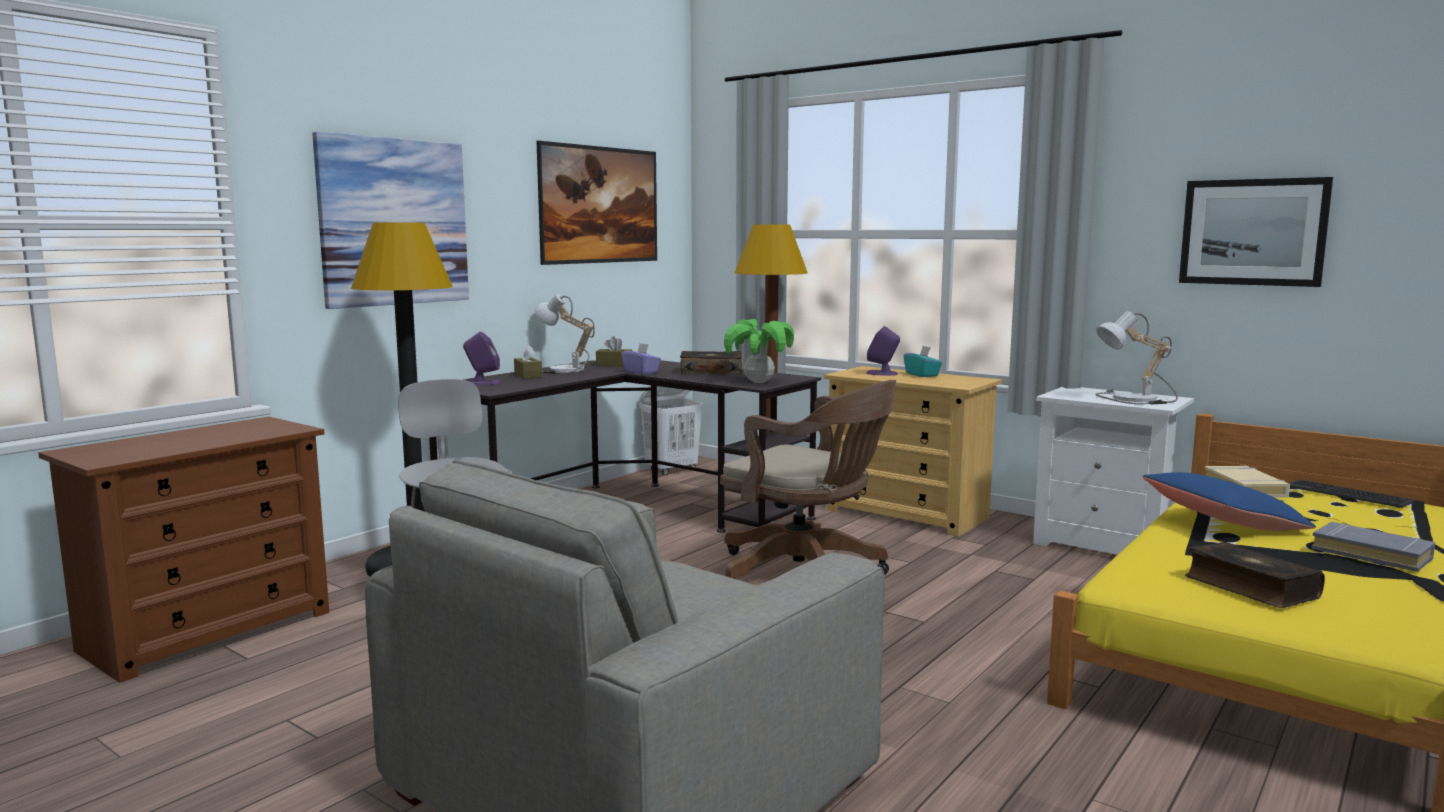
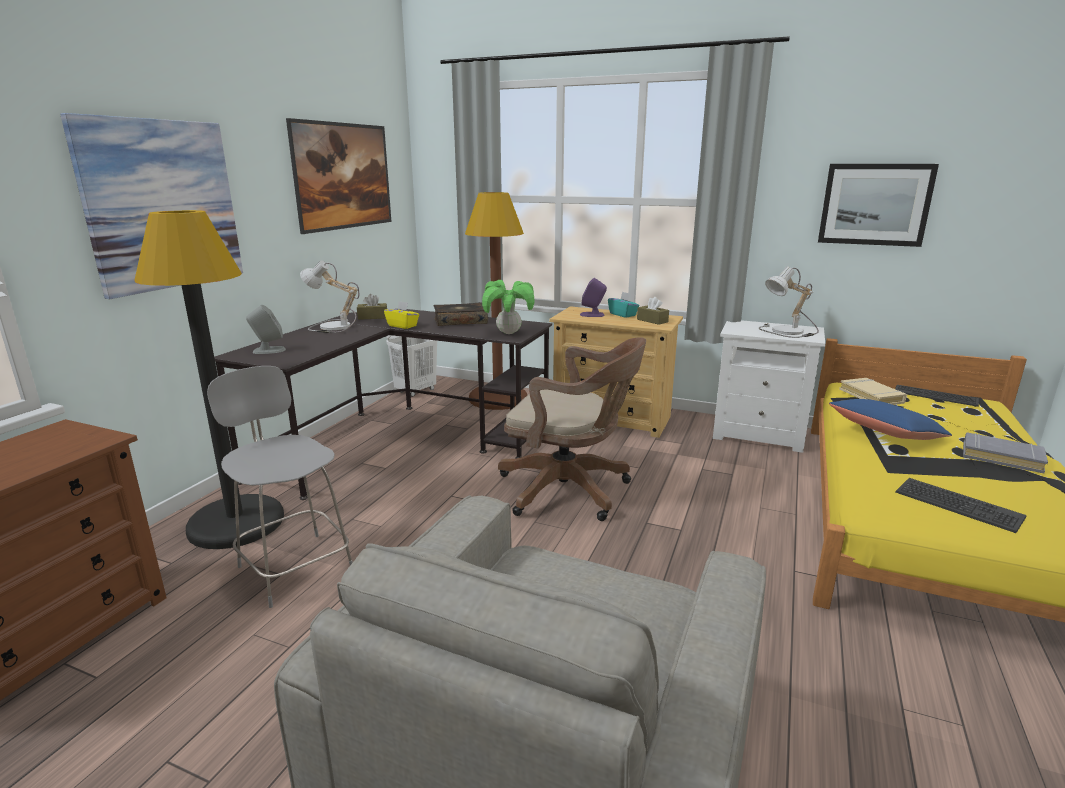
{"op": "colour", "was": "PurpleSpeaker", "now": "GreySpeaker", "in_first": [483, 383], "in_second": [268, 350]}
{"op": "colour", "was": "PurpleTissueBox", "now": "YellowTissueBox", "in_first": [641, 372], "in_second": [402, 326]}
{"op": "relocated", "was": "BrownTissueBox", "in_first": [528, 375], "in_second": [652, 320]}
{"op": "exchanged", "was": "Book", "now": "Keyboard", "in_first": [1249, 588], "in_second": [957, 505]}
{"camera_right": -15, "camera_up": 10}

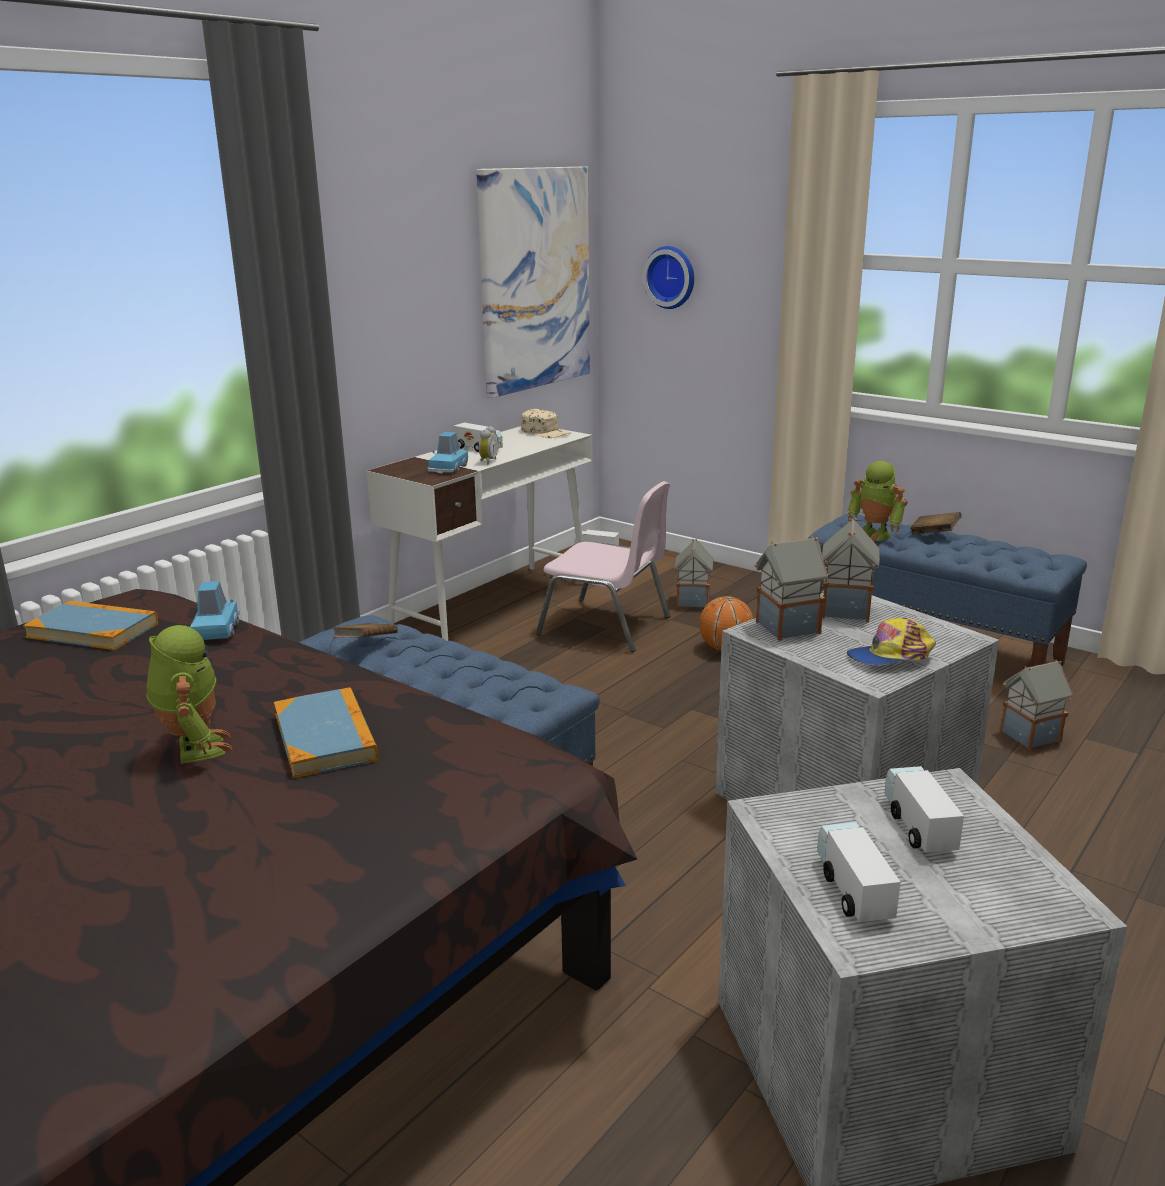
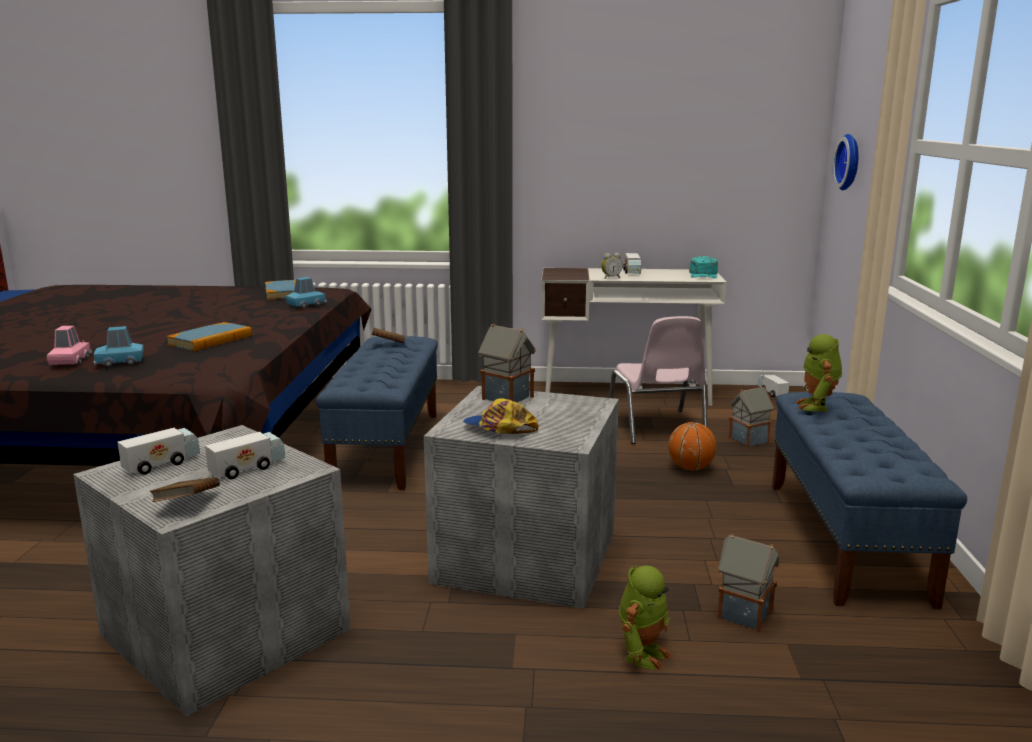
{"op": "missing", "was": "Picture", "in_first": [535, 280]}
{"op": "colour", "was": "BeigeCap", "now": "TurquoiseCap", "in_first": [546, 432], "in_second": [704, 274]}
{"op": "relocated", "was": "BlueToyCar", "in_first": [448, 468], "in_second": [119, 362]}
{"op": "relocated", "was": "BrownBook", "in_first": [934, 534], "in_second": [187, 504]}
{"op": "missing", "was": "ToyHouse", "in_first": [845, 610]}
{"op": "relocated", "was": "ToyRobot", "in_first": [194, 748], "in_second": [642, 653]}
{"op": "appeared", "now": "PinkToyCar", "in_second": [70, 361]}
{"camera_right": 55, "camera_up": -5}

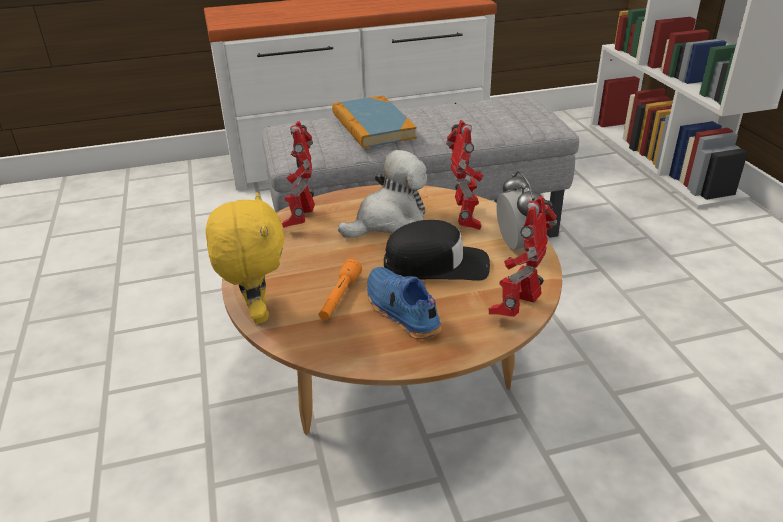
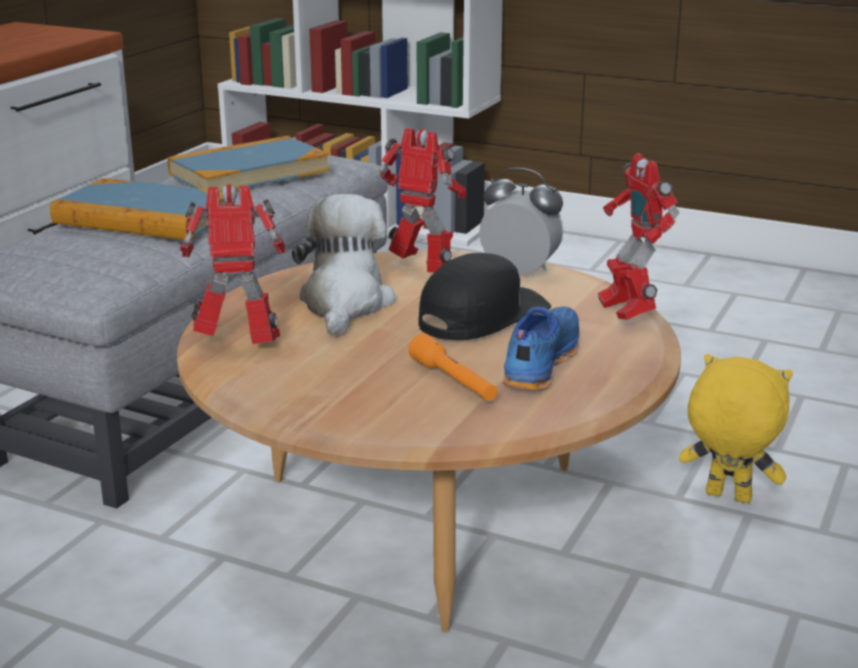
{"op": "spun", "was": "ToyRobot", "in_first": [301, 220], "in_second": [240, 345], "clockwise": 135}
{"op": "relocated", "was": "YellowPlushToy", "in_first": [256, 313], "in_second": [727, 497]}
{"op": "spun", "was": "BlueShoe", "in_first": [400, 312], "in_second": [538, 363], "clockwise": 105}
{"op": "appeared", "now": "Book", "in_second": [249, 172]}
{"camera_right": -50, "camera_up": -10}

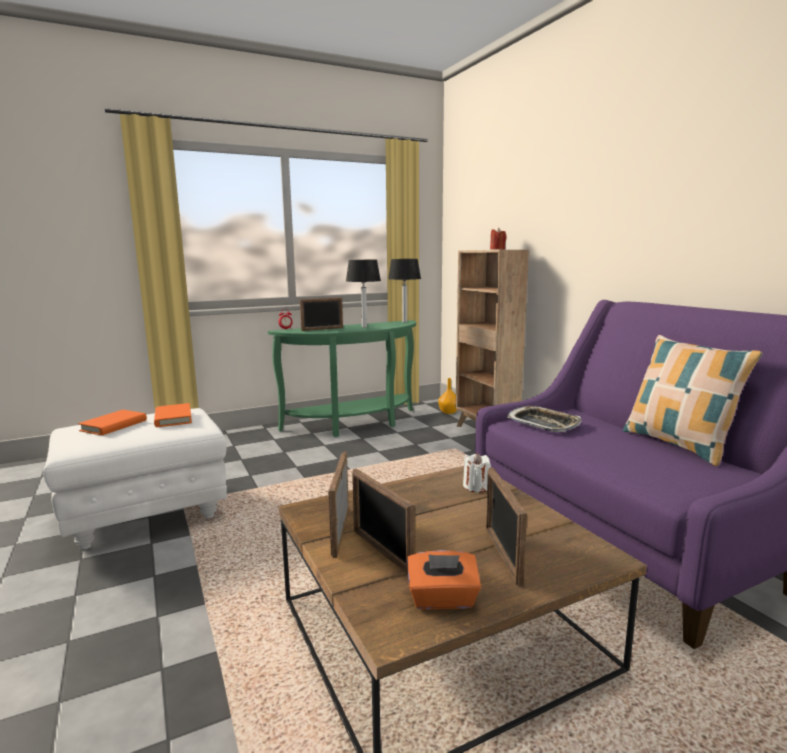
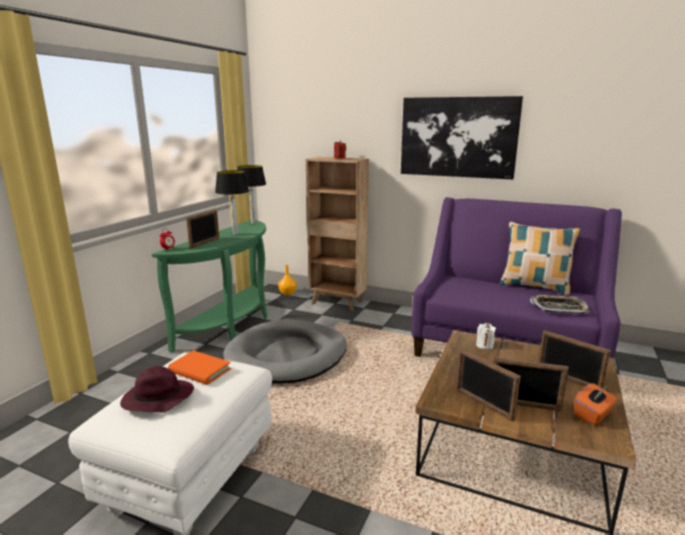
{"op": "relocated", "was": "Tray", "in_first": [543, 424], "in_second": [559, 308]}
{"op": "exchanged", "was": "OrangeBook", "now": "PurpleHat", "in_first": [114, 425], "in_second": [157, 399]}
{"op": "appeared", "now": "Picture", "in_second": [458, 137]}
{"op": "appeared", "now": "GreyDogBed", "in_second": [287, 355]}
{"camera_right": -40, "camera_up": 5}

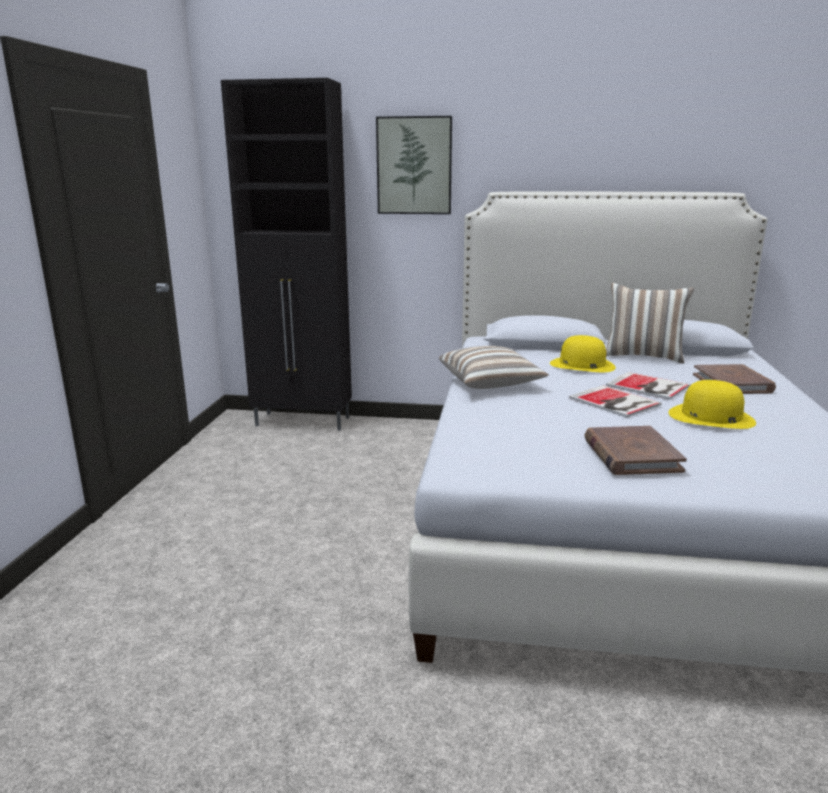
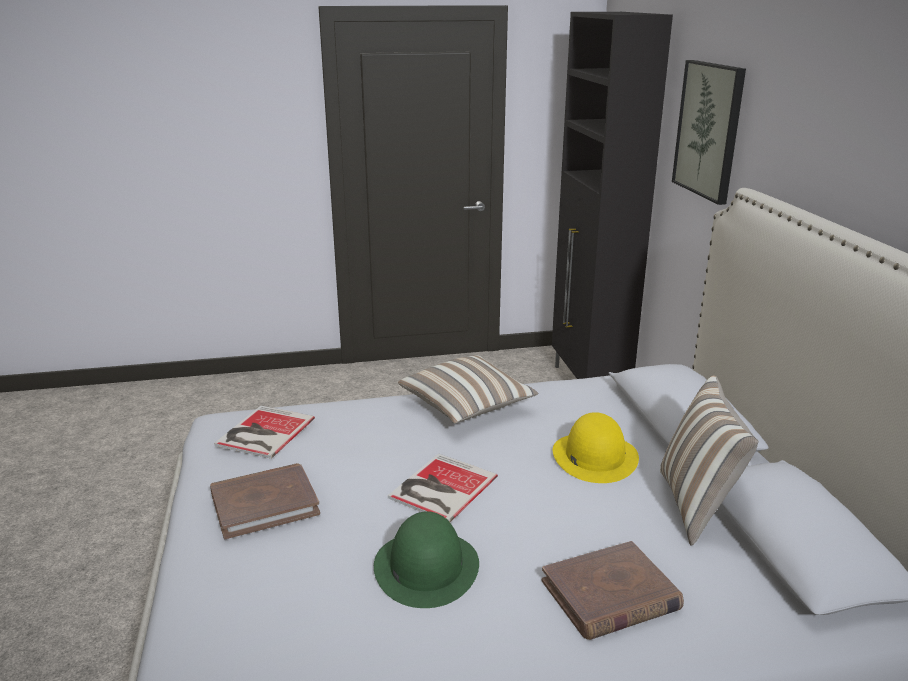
{"op": "relocated", "was": "Book", "in_first": [649, 387], "in_second": [262, 432]}
{"op": "colour", "was": "YellowHat", "now": "GreenHat", "in_first": [710, 417], "in_second": [426, 566]}
{"camera_right": 70, "camera_up": 5}

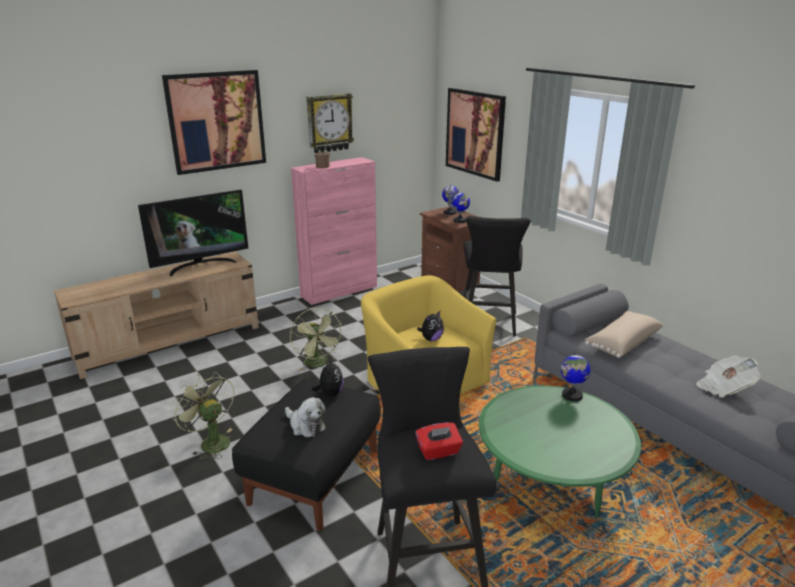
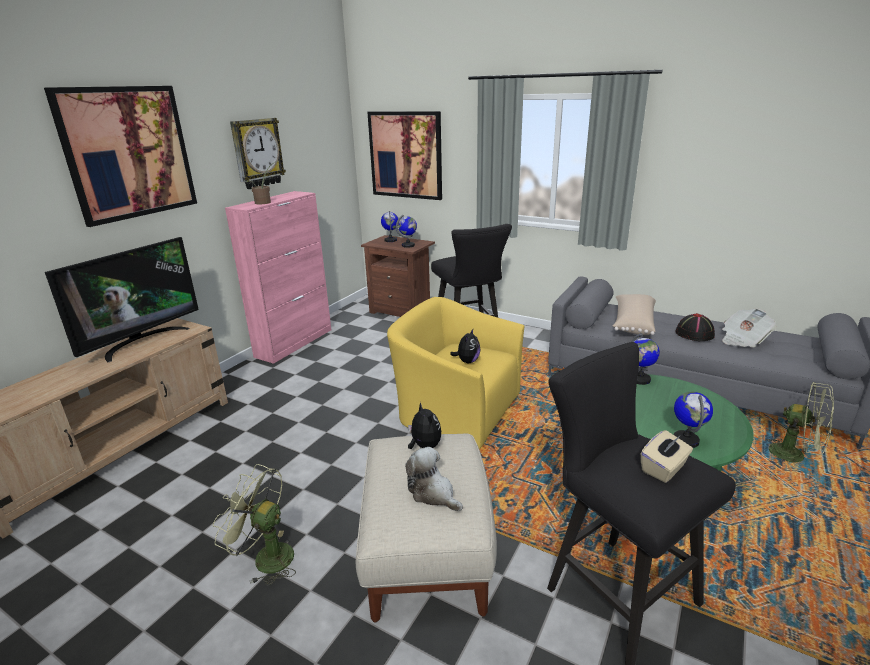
{"op": "relocated", "was": "GreenFan", "in_first": [318, 364], "in_second": [795, 455]}
{"op": "colour", "was": "BlackOttoman", "now": "BeigeOttoman", "in_first": [315, 475], "in_second": [427, 550]}
{"op": "spun", "was": "PlushToy", "in_first": [305, 426], "in_second": [433, 493], "clockwise": -150}
{"op": "colour", "was": "RedTissueBox", "now": "BeigeTissueBox", "in_first": [438, 452], "in_second": [663, 469]}
{"op": "appeared", "now": "BlackHat", "in_second": [694, 334]}
{"op": "appeared", "now": "Globe", "in_second": [686, 440]}
{"camera_right": -25, "camera_up": 0}

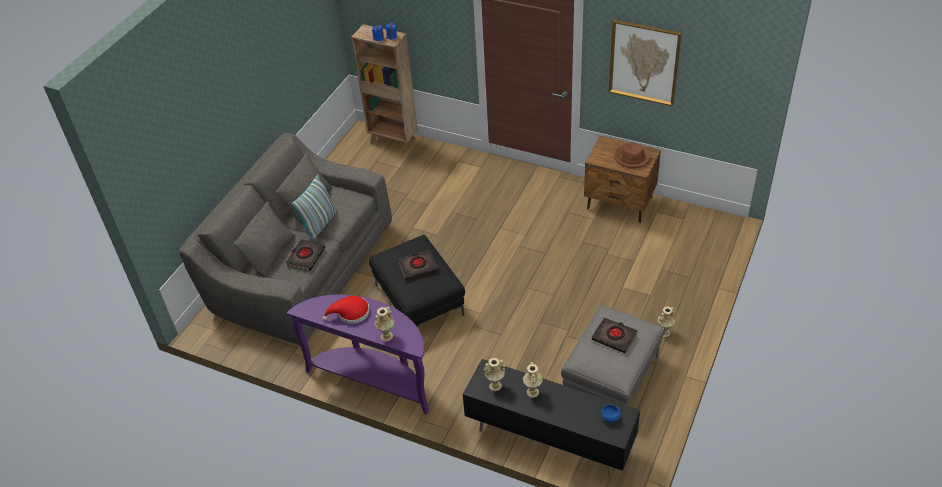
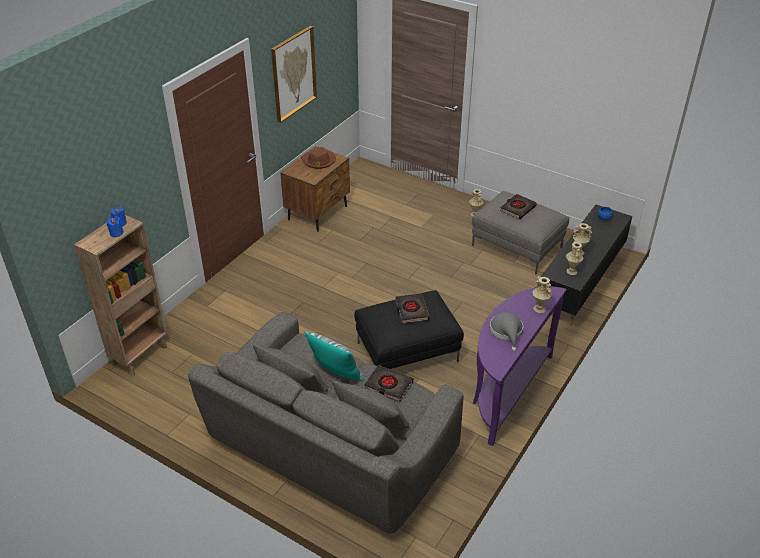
{"op": "colour", "was": "RedHat", "now": "GreyHat", "in_first": [350, 313], "in_second": [507, 332]}
{"camera_right": -85, "camera_up": -5}

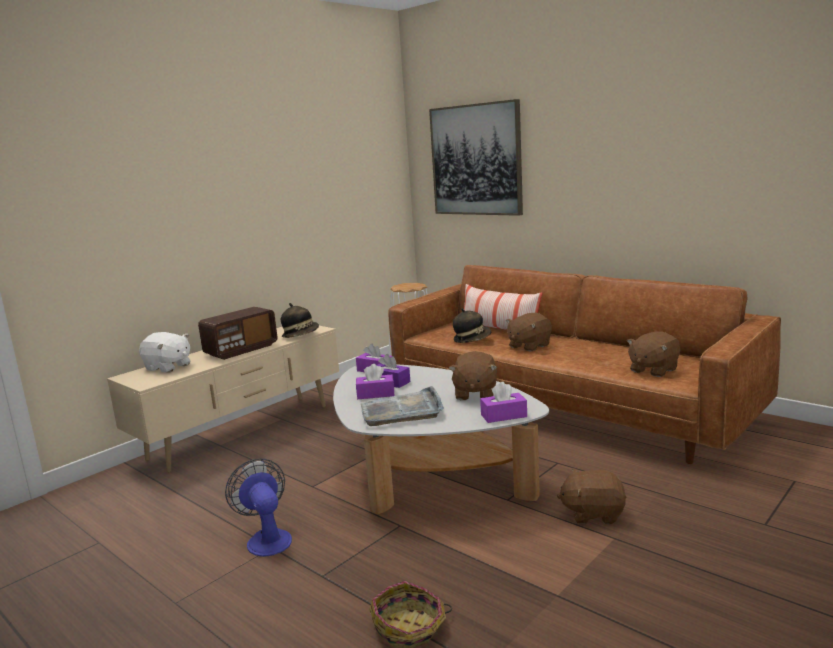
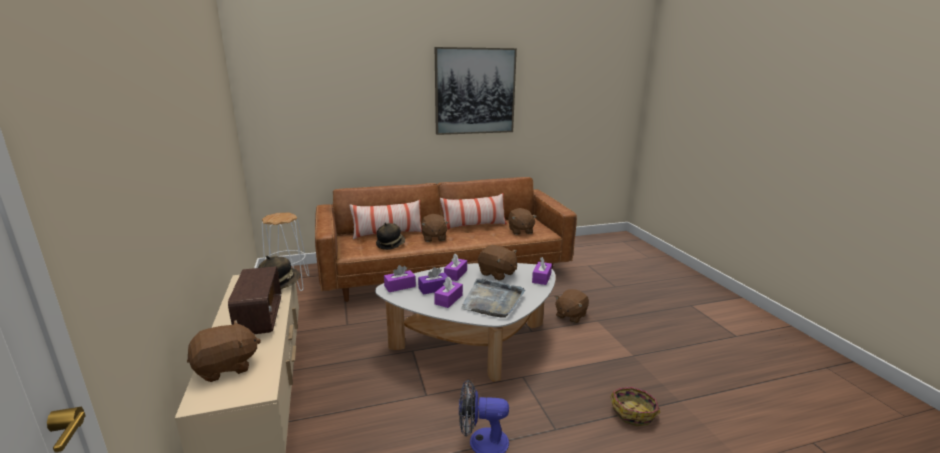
{"op": "relocated", "was": "Picture", "in_first": [476, 160], "in_second": [475, 91]}
{"op": "colour", "was": "WhitePlushToy", "now": "BrownPlushToy", "in_first": [168, 367], "in_second": [226, 367]}
{"op": "appeared", "now": "Pillow", "in_second": [473, 226]}
{"op": "appeared", "now": "PurpleTissueBox", "in_second": [455, 274]}
{"camera_right": -60, "camera_up": 5}

